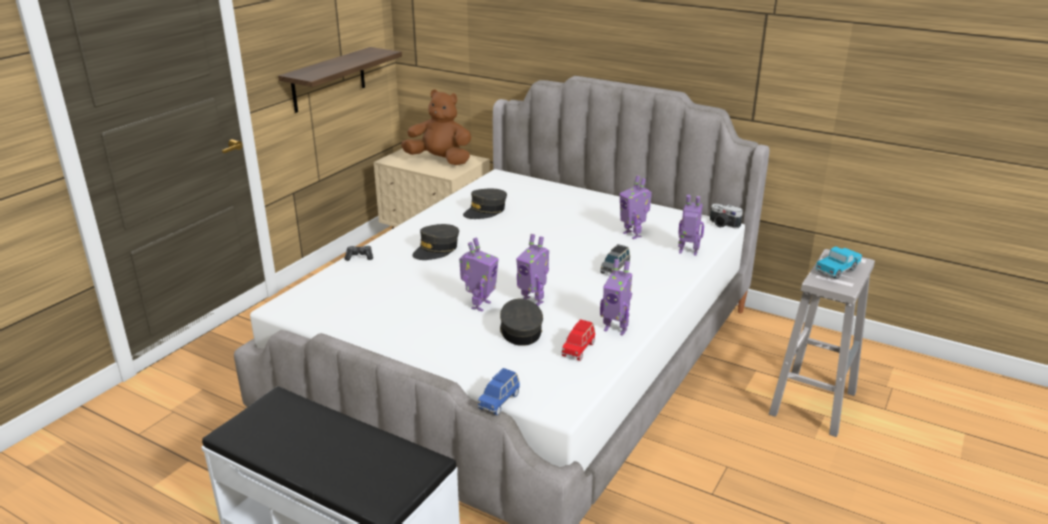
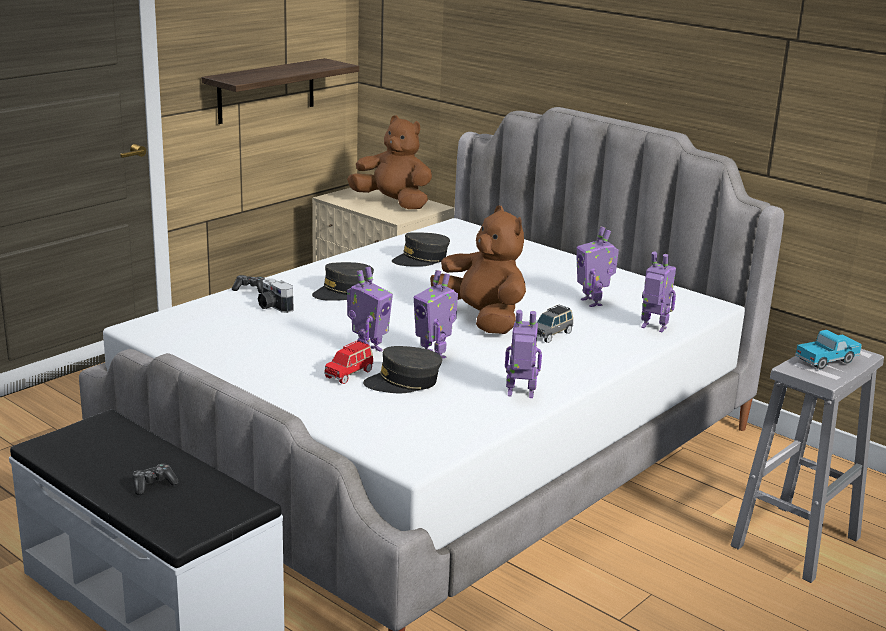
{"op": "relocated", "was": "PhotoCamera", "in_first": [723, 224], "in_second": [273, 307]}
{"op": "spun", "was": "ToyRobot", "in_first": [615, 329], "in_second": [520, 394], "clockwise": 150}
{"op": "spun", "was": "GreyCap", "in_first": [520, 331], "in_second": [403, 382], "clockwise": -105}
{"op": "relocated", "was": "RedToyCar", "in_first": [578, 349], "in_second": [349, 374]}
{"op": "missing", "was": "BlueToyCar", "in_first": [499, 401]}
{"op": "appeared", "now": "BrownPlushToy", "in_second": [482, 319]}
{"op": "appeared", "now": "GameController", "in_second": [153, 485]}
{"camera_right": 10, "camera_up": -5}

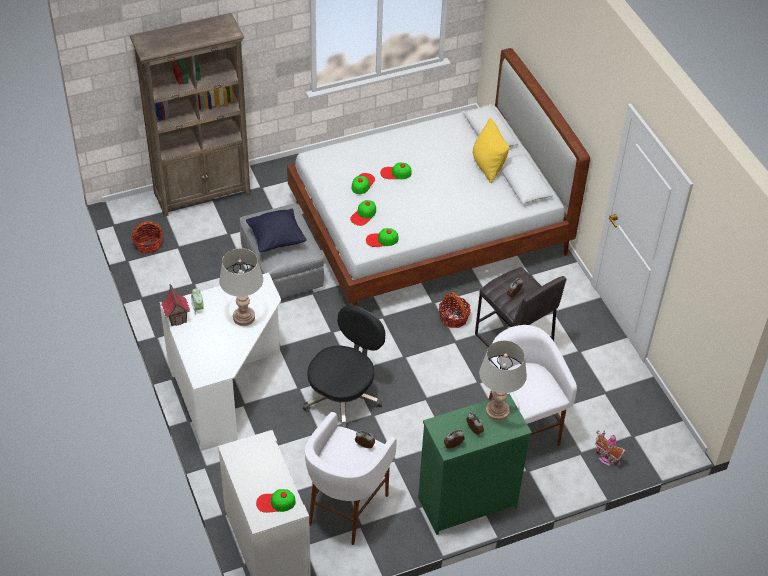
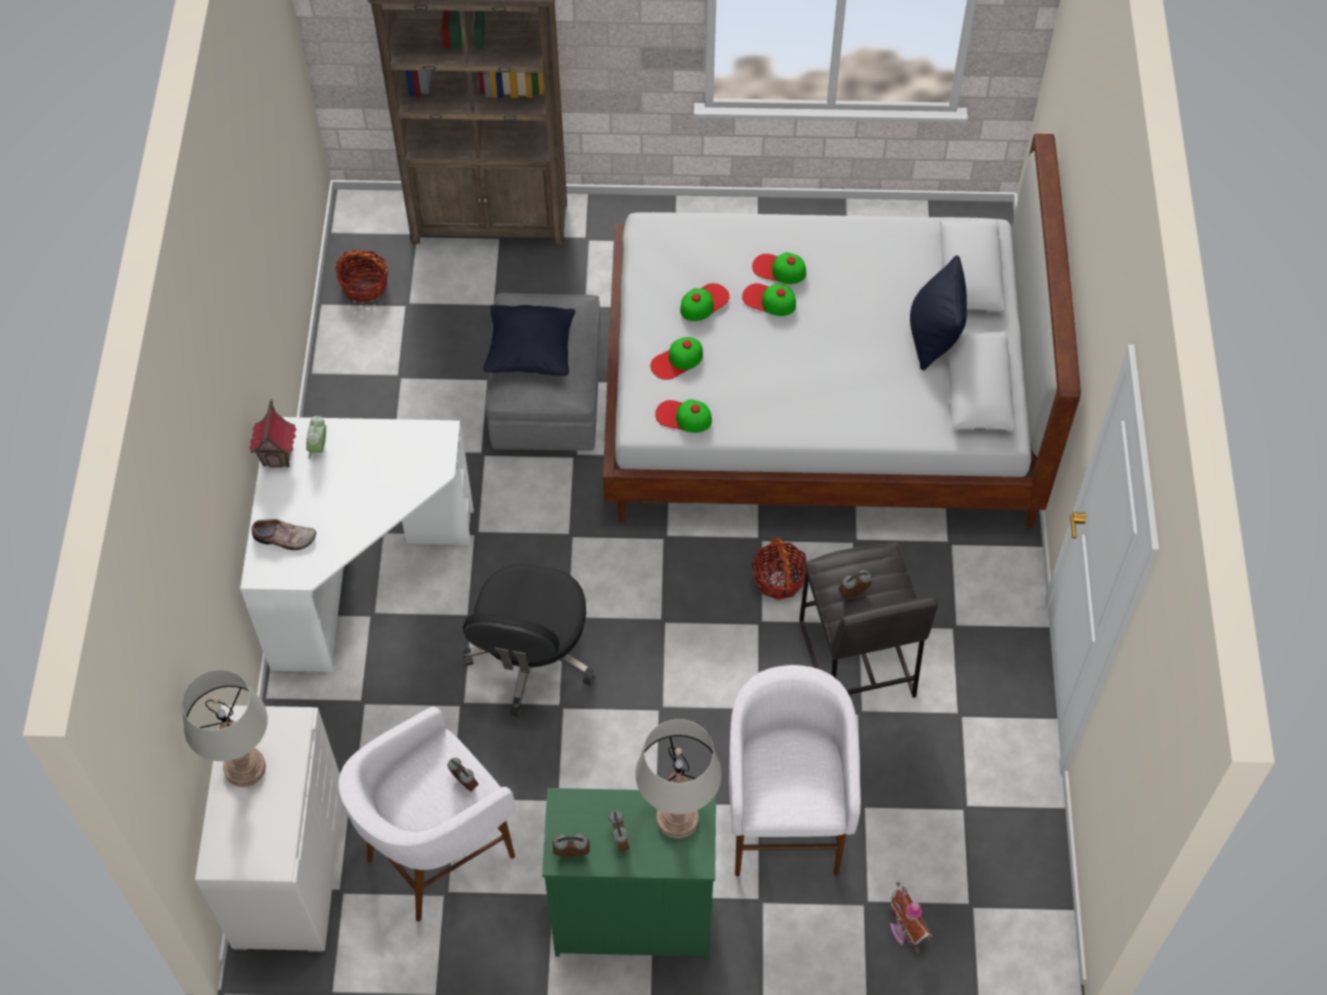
{"op": "colour", "was": "YellowPillow", "now": "BlackPillow", "in_first": [487, 166], "in_second": [933, 336]}
{"op": "relocated", "was": "GreyTableLamp", "in_first": [244, 318], "in_second": [245, 768]}
{"op": "spun", "was": "BlackOfficeChair", "in_first": [343, 396], "in_second": [532, 657], "clockwise": 135}
{"op": "relocated", "was": "Cap", "in_first": [275, 502], "in_second": [779, 269]}
{"op": "appeared", "now": "Shoe", "in_second": [284, 539]}
{"camera_right": 25, "camera_up": 10}

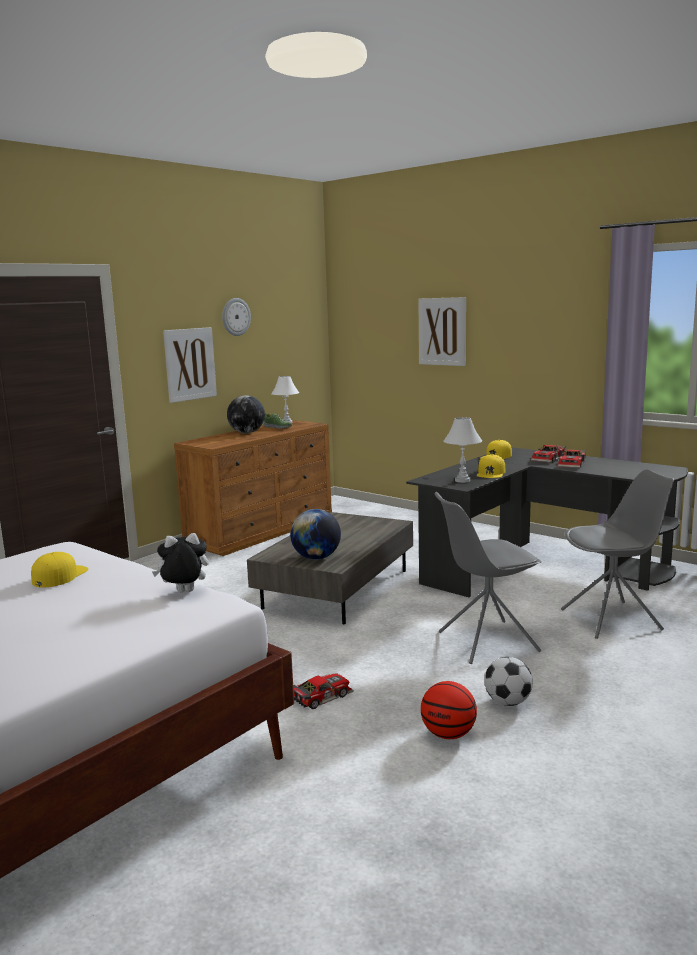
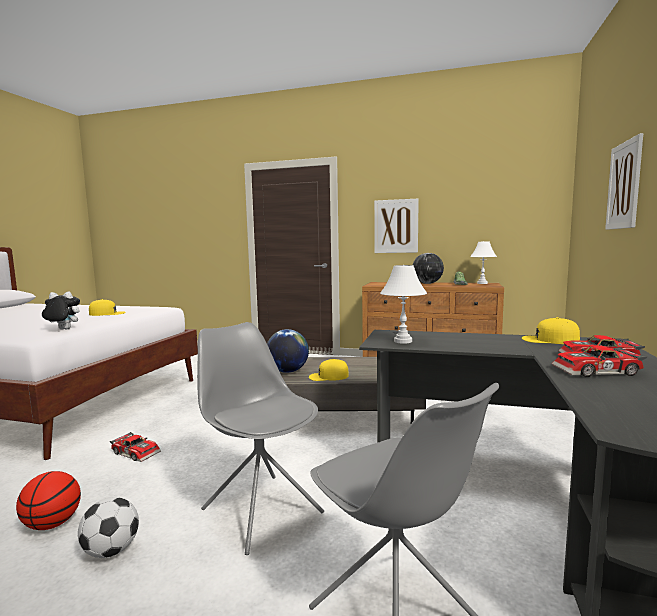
{"op": "missing", "was": "WallClock", "in_first": [235, 317]}
{"op": "relocated", "was": "YellowCap", "in_first": [491, 473], "in_second": [328, 376]}
{"op": "spun", "was": "PlushToy", "in_first": [184, 592], "in_second": [62, 329], "clockwise": -60}
{"camera_right": 65, "camera_up": -5}

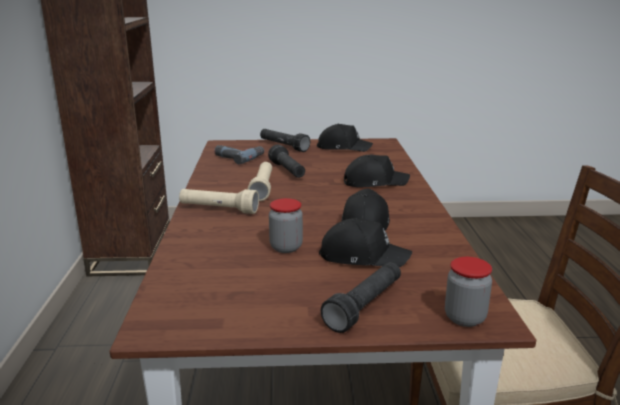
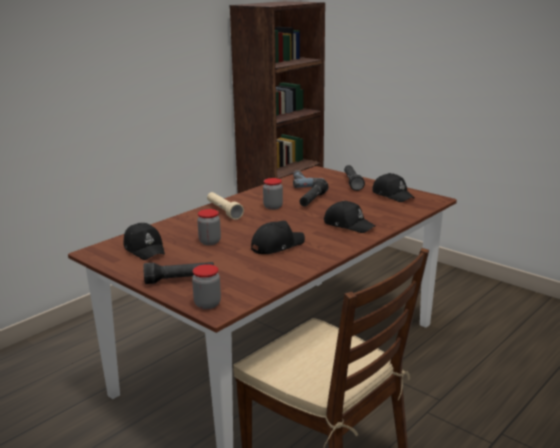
{"op": "exchanged", "was": "BeigeFlashlight", "now": "Jar", "in_first": [262, 188], "in_second": [273, 207]}
{"op": "relocated", "was": "BlackCap", "in_first": [362, 256], "in_second": [145, 249]}
{"camera_right": 45, "camera_up": 0}

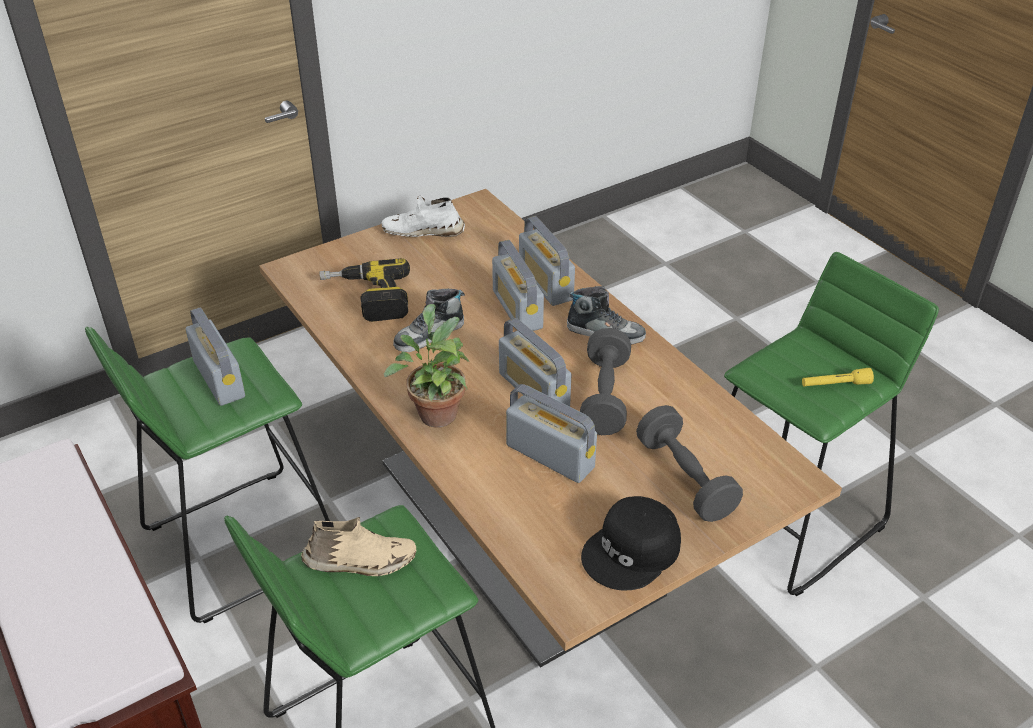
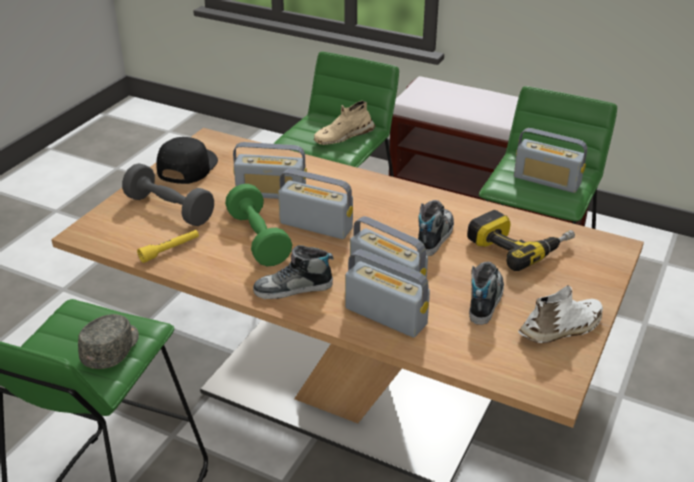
{"op": "missing", "was": "PottedPlant", "in_first": [435, 411]}
{"op": "colour", "was": "GreyDumbbell", "now": "GreenDumbbell", "in_first": [605, 397], "in_second": [258, 239]}
{"op": "relocated", "was": "YellowFlashlight", "in_first": [835, 385], "in_second": [170, 250]}
{"op": "appeared", "now": "Shoe", "in_second": [485, 299]}
{"op": "appeared", "now": "GreyCap", "in_second": [112, 349]}
{"camera_right": 150, "camera_up": -5}

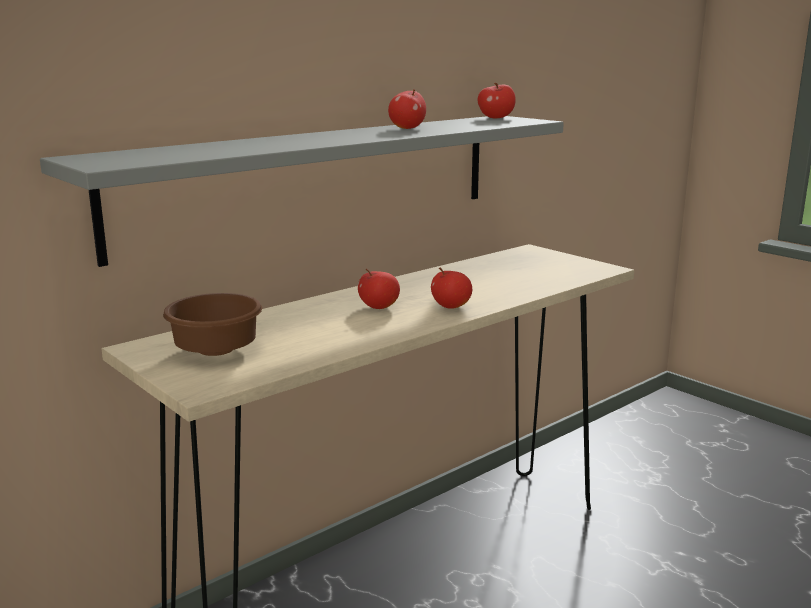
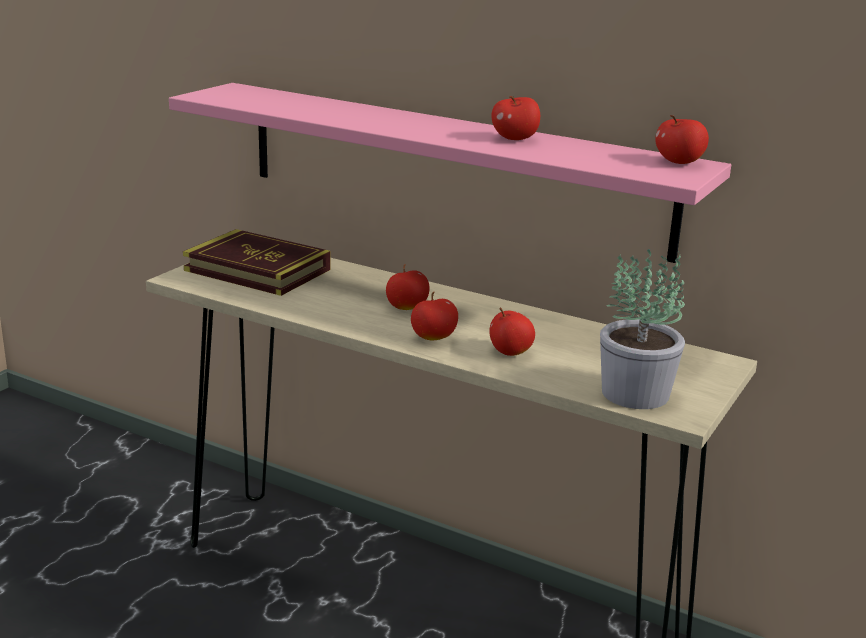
{"op": "colour", "was": "GreyShelf", "now": "PinkShelf", "in_first": [317, 180], "in_second": [451, 167]}
{"op": "exchanged", "was": "BrownBowl", "now": "Book", "in_first": [219, 351], "in_second": [257, 270]}
{"op": "appeared", "now": "PottedPlant", "in_second": [635, 392]}
{"op": "appeared", "now": "Apple", "in_second": [510, 352]}
{"camera_right": 70, "camera_up": 5}

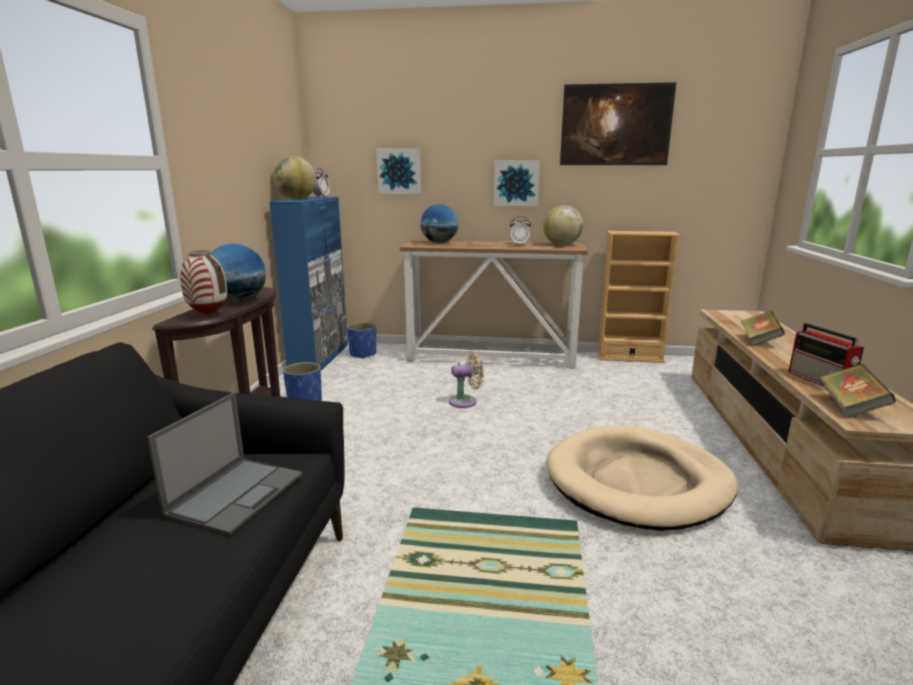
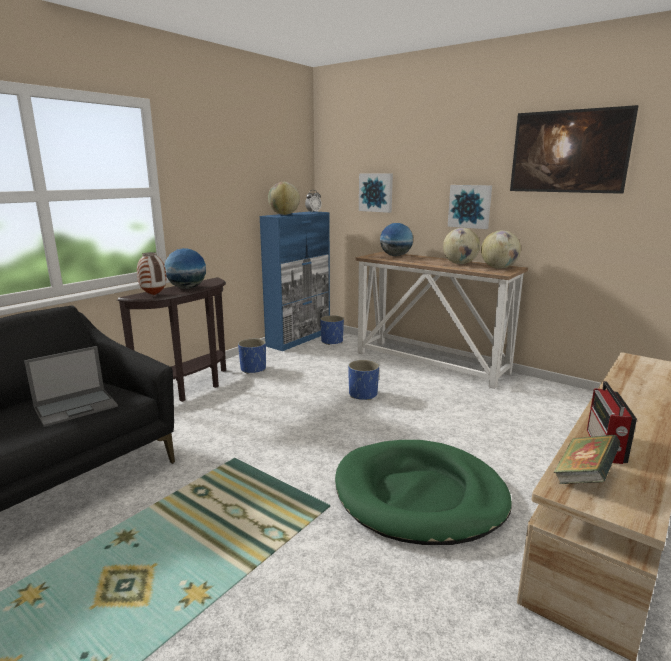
{"op": "exchanged", "was": "AlarmClock", "now": "Globe", "in_first": [519, 244], "in_second": [460, 263]}
{"op": "missing", "was": "BeigeBookcase", "in_first": [629, 357]}
{"op": "missing", "was": "Book", "in_first": [759, 341]}
{"op": "exchanged", "was": "BeigeFan", "now": "BluePlanter", "in_first": [466, 401], "in_second": [363, 394]}
{"op": "colour", "was": "BeigeDogBed", "now": "GreenDogBed", "in_first": [638, 482], "in_second": [420, 495]}
{"camera_right": 30, "camera_up": 0}

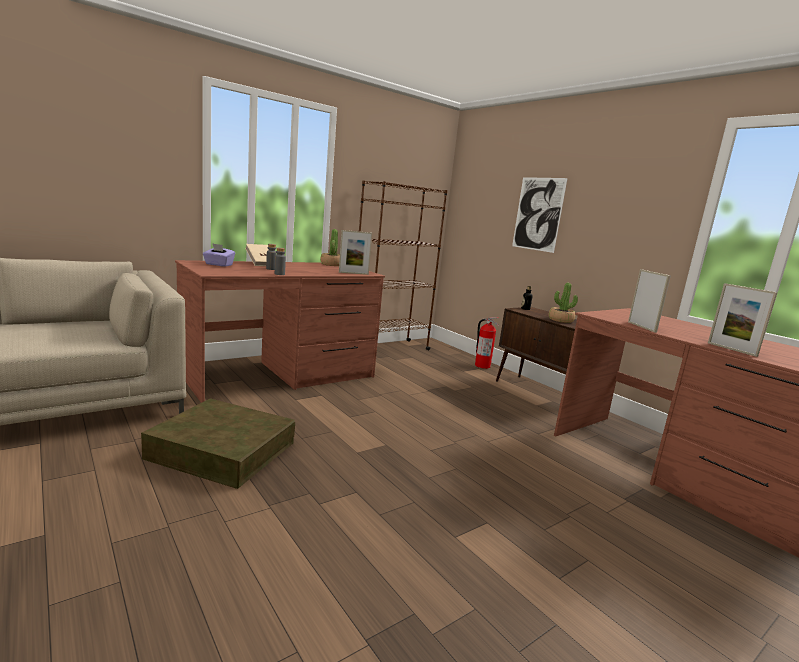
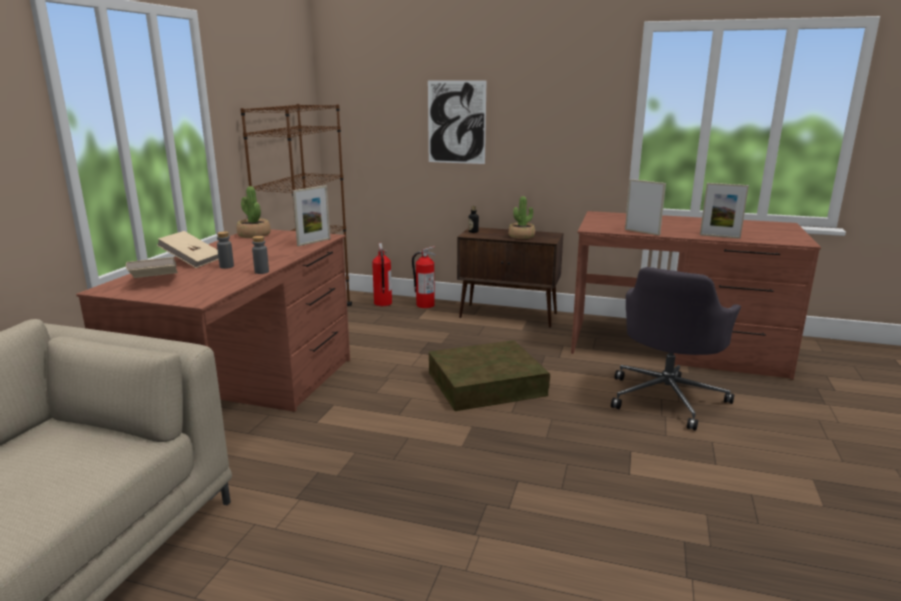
{"op": "exchanged", "was": "PurpleTissueBox", "now": "BeigeBook", "in_first": [218, 265], "in_second": [155, 282]}
{"op": "relocated", "was": "BrownStorageBox", "in_first": [222, 450], "in_second": [486, 384]}
{"op": "appeared", "now": "FireExtinguisher", "in_second": [382, 303]}
{"op": "appeared", "now": "GreyOfficeChair", "in_second": [667, 398]}
{"camera_right": -35, "camera_up": 5}

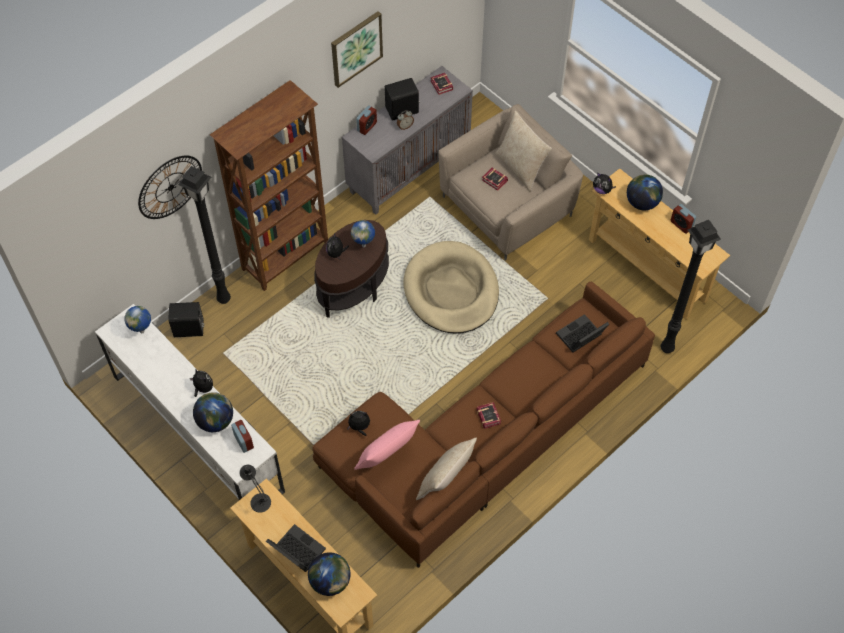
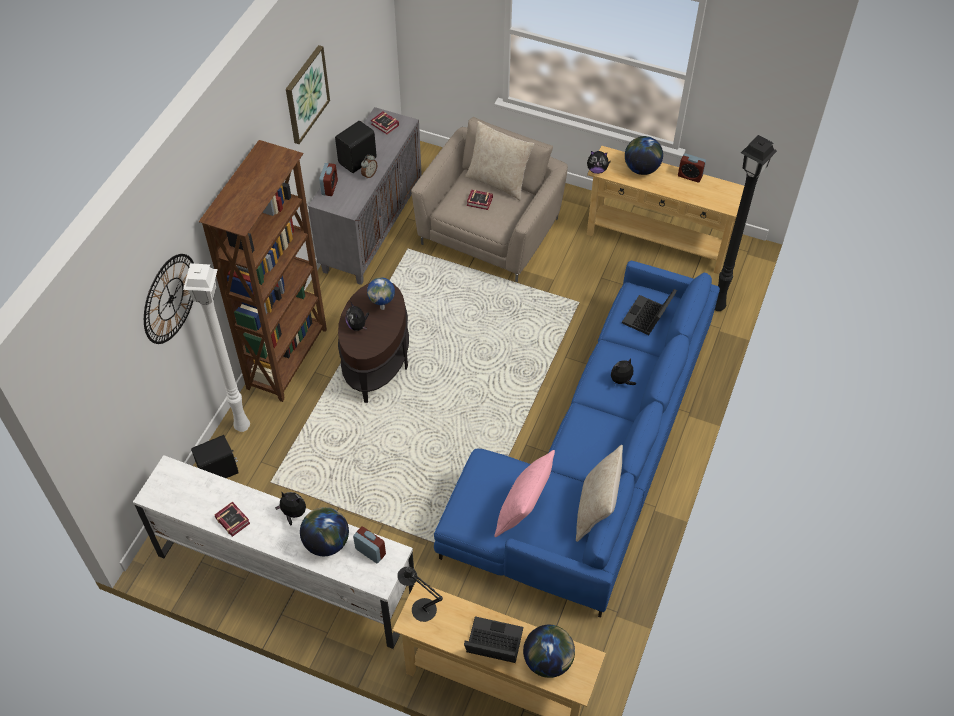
{"op": "colour", "was": "BlackFloorLamp", "now": "WhiteFloorLamp", "in_first": [223, 298], "in_second": [241, 425]}
{"op": "missing", "was": "BeigeDogBed", "in_first": [451, 290]}
{"op": "colour", "was": "BrownSofa", "now": "BlueSofa", "in_first": [483, 438], "in_second": [592, 459]}
{"op": "missing", "was": "Globe", "in_first": [143, 331]}
{"op": "relocated", "was": "Book", "in_first": [488, 415], "in_second": [232, 519]}
{"op": "relocated", "was": "PlushToy", "in_first": [359, 427], "in_second": [621, 381]}
{"camera_right": -25, "camera_up": -5}

